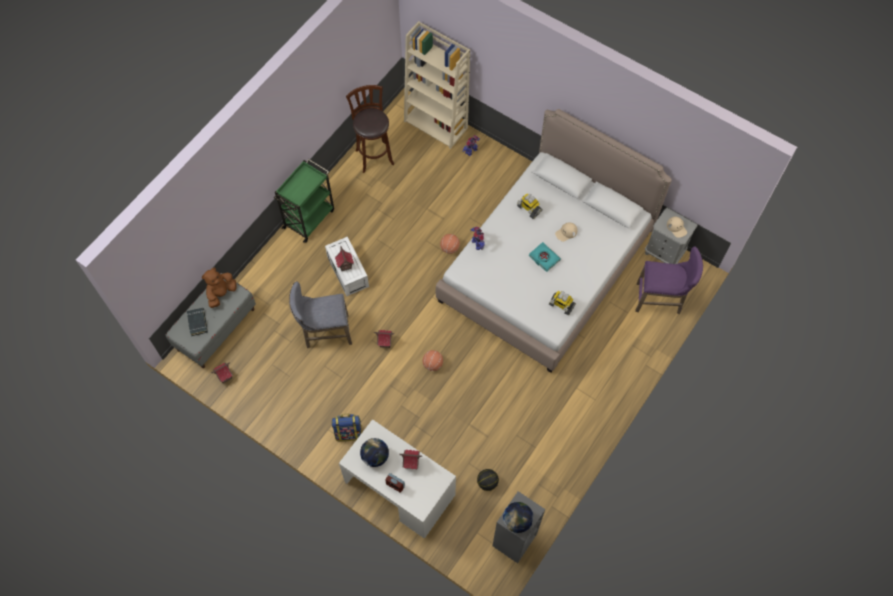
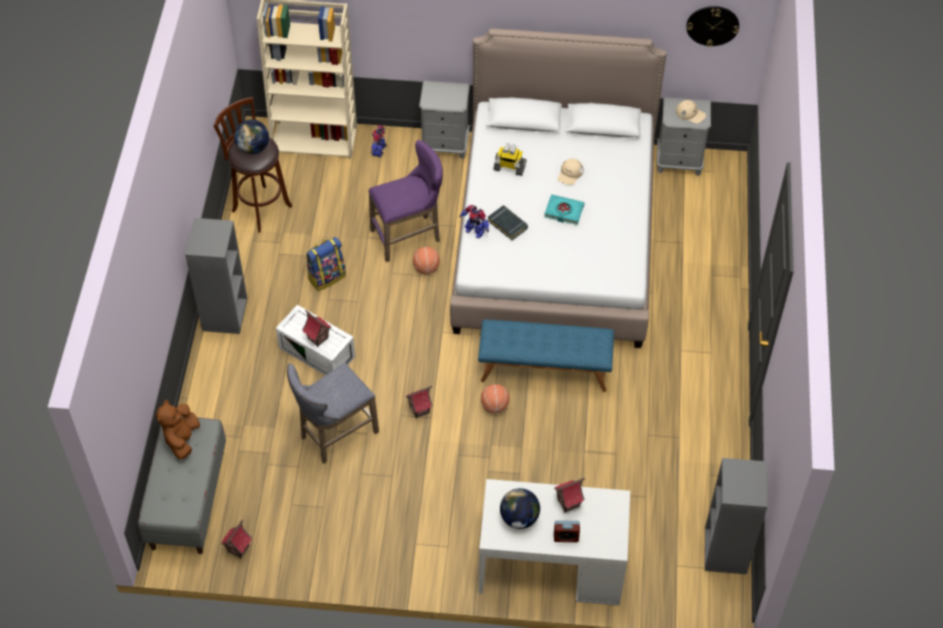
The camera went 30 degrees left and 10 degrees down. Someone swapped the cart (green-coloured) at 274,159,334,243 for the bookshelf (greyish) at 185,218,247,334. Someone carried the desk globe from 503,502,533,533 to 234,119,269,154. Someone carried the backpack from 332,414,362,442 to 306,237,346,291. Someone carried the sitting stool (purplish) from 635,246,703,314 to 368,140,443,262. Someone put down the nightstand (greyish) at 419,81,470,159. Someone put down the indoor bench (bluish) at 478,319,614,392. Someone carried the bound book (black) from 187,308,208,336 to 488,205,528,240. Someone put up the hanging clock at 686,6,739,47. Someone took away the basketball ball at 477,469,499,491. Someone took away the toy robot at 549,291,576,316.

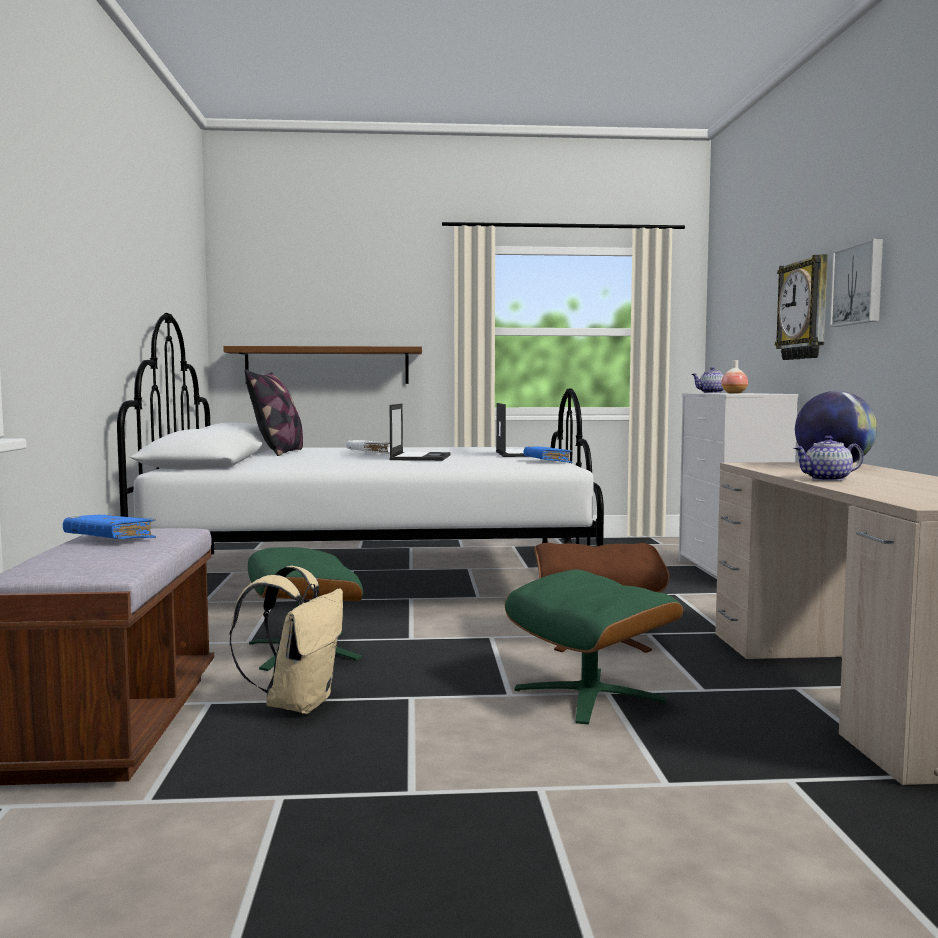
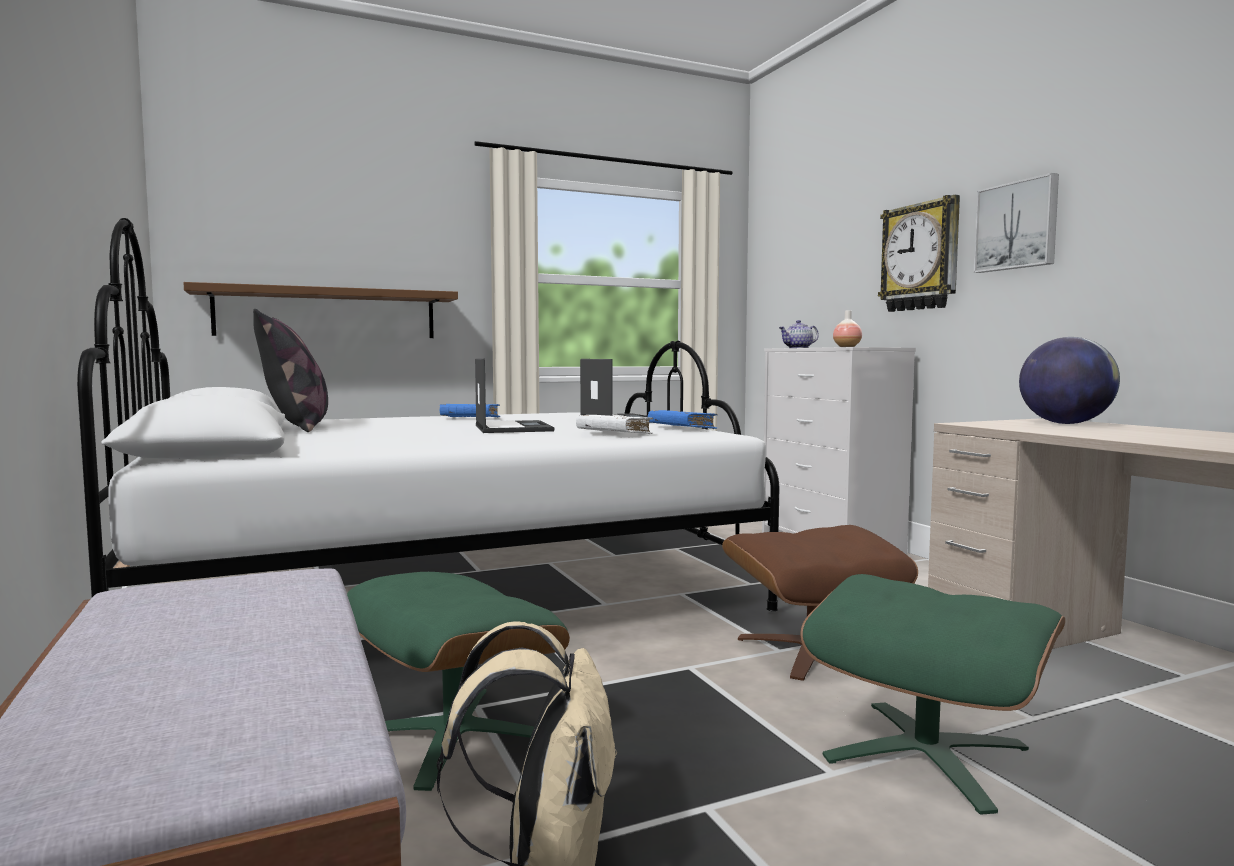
The camera went 20 degrees left and 0 degrees up. Someone carried the bound book (bluish) from 63,515,156,539 to 440,404,500,417. Someone carried the bound book (white) from 346,440,390,454 to 576,415,653,434. Someone took away the teapot at 794,436,864,481.

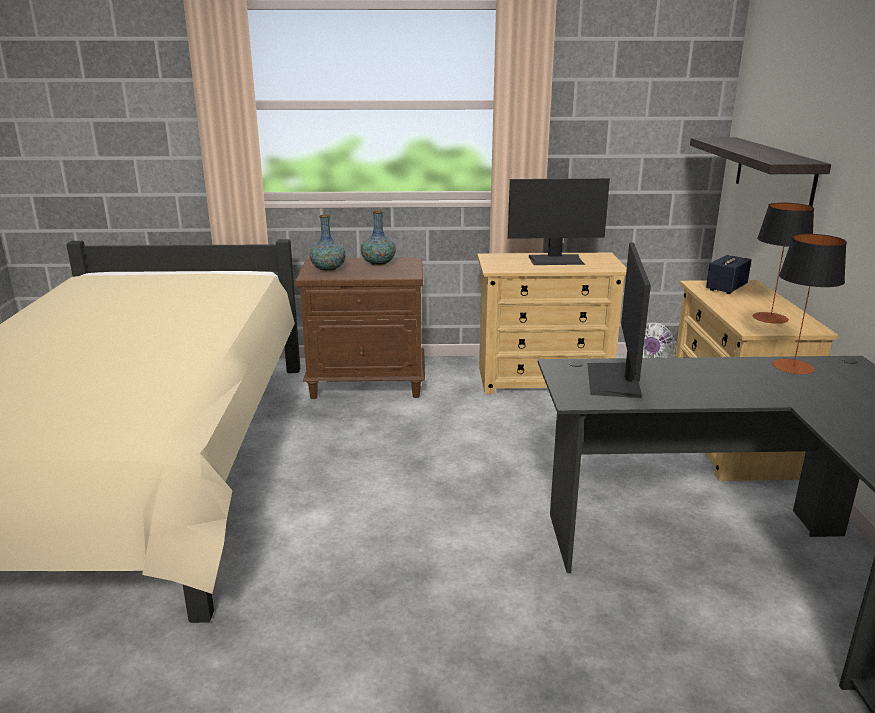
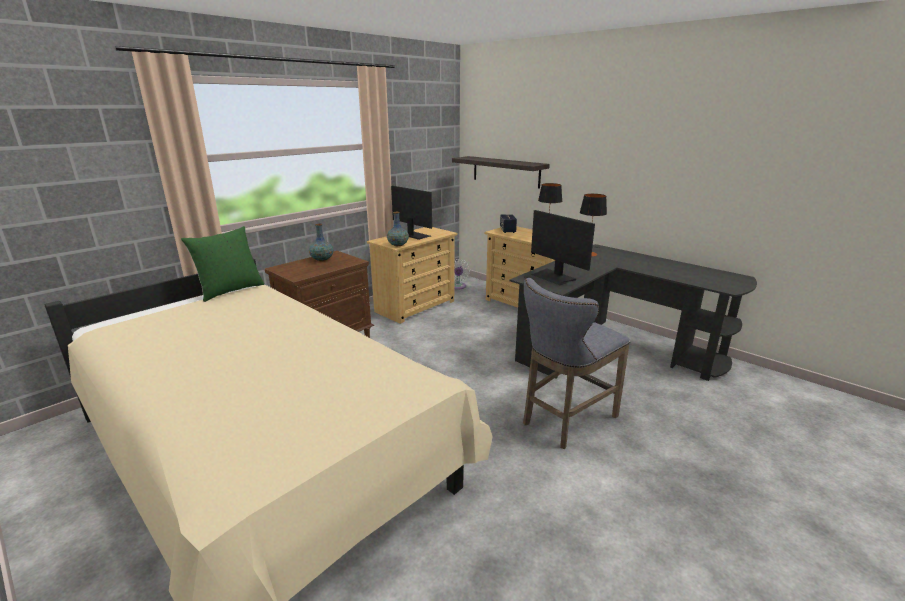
The camera went 45 degrees left and 0 degrees up. Someone put down the pillow (green-coloured) at 181,226,264,302. Someone carried the flower vase from 310,215,346,271 to 387,212,409,246. Someone rotated the computer screen at 508,178,610,265 by 90 degrees counterclockwise. Someone put down the sitting stool (greyish) at 523,278,630,449.

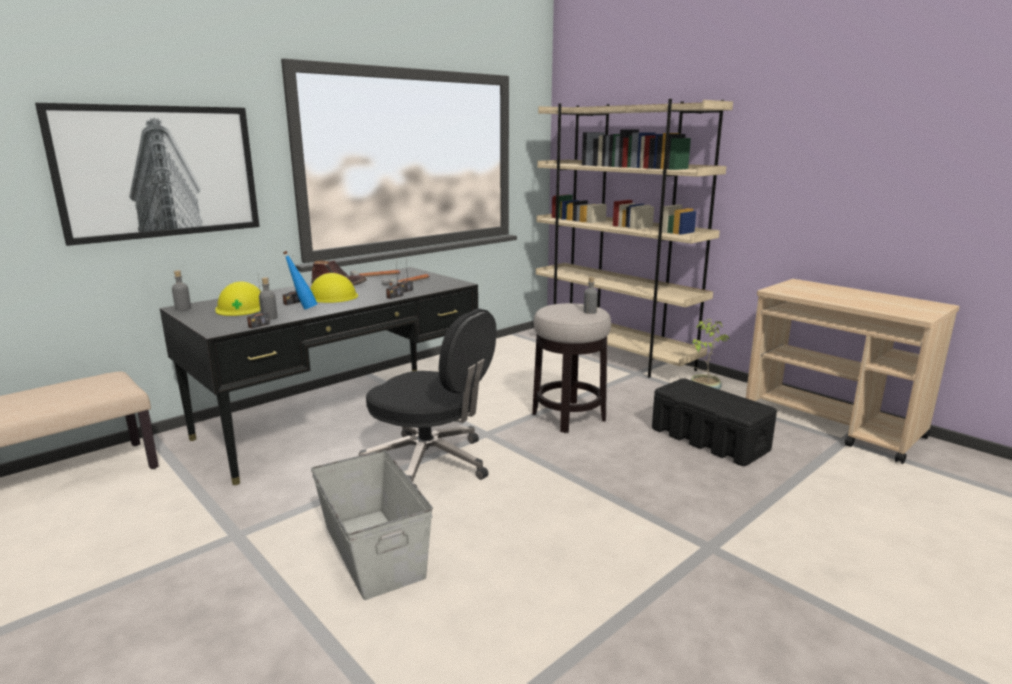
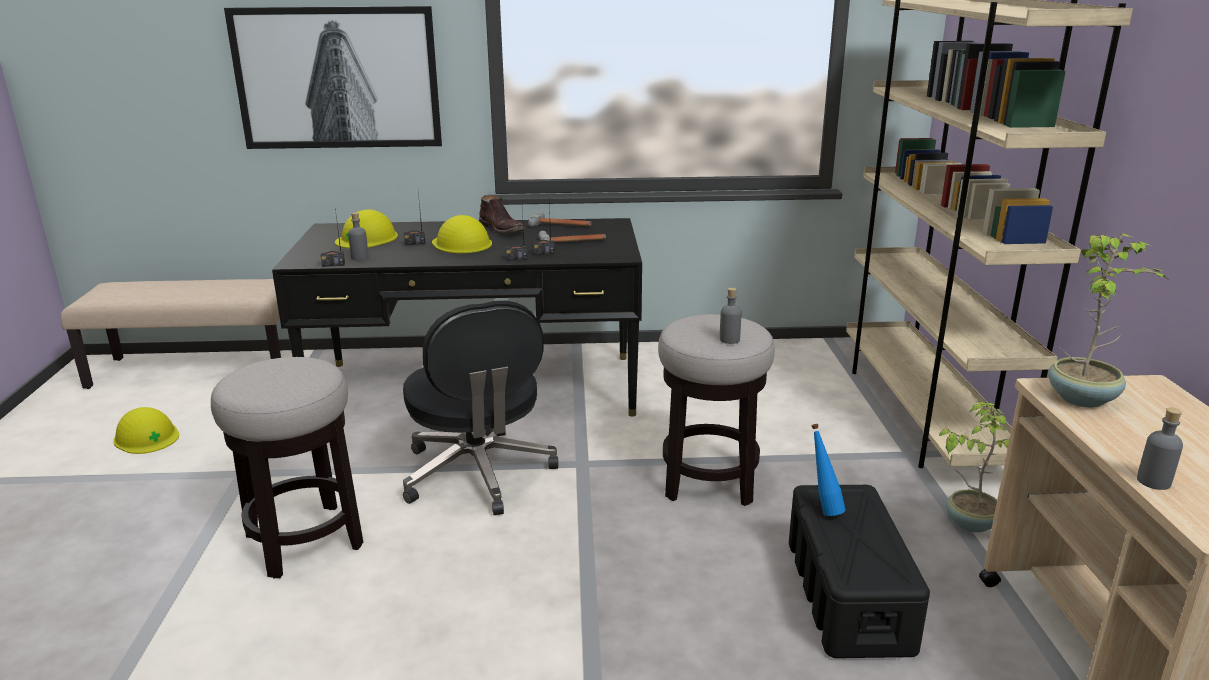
The camera went 40 degrees right and 5 degrees up. Someone put down the work helmet (yellow) at 113,407,179,454. Someone swapped the storage bin (greyish) at 311,450,433,600 for the sitting stool at 211,357,363,578. Someone carried the bottle (bluish) from 283,251,317,310 to 811,424,846,516. Someone put down the houseplant at 1048,233,1166,407. Someone carried the bottle (greyish) from 172,270,191,311 to 1137,407,1183,490.

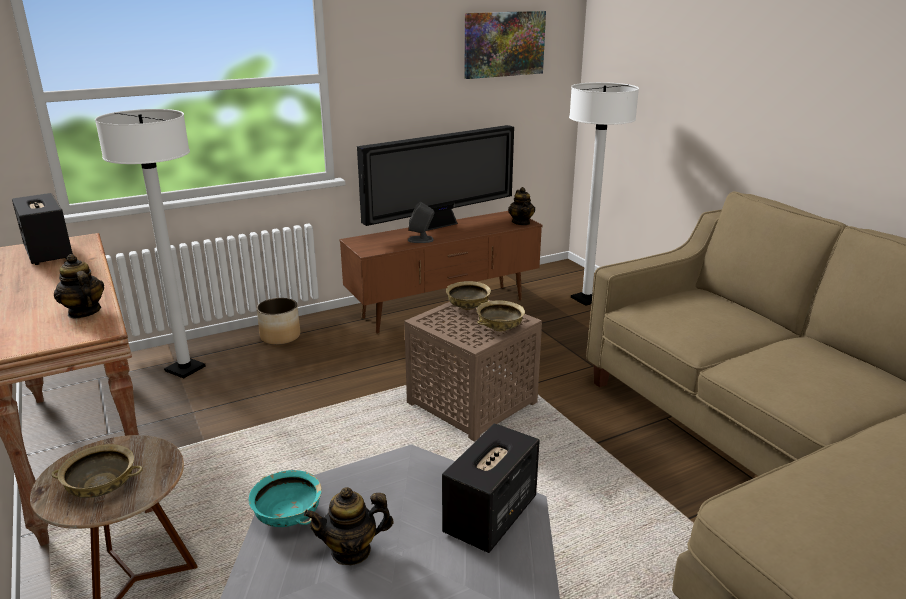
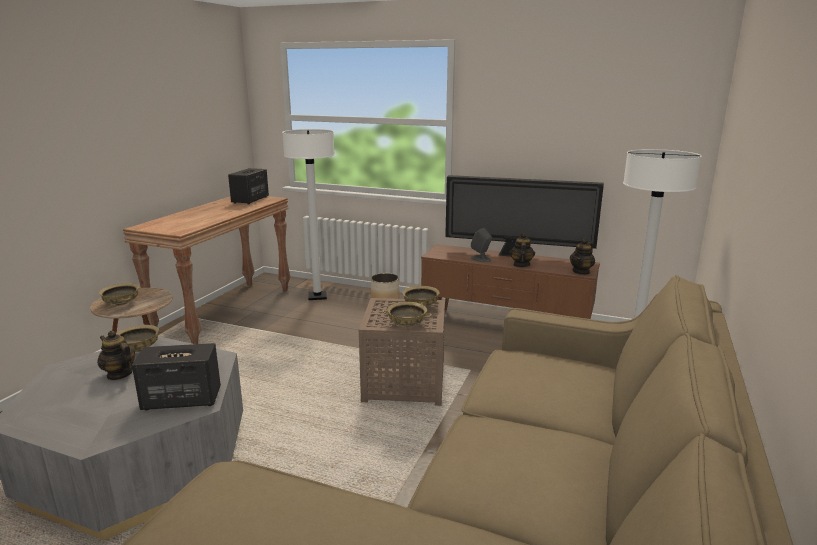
The camera went 50 degrees right and 5 degrees down. Someone repainted the deep dish (turquoise-coloured) at 249,470,322,527, which became the deep dish (beige) at 116,325,159,352. Someone carried the teapot from 54,254,104,318 to 510,233,535,267. Someone took away the wall picture at 464,11,546,79.

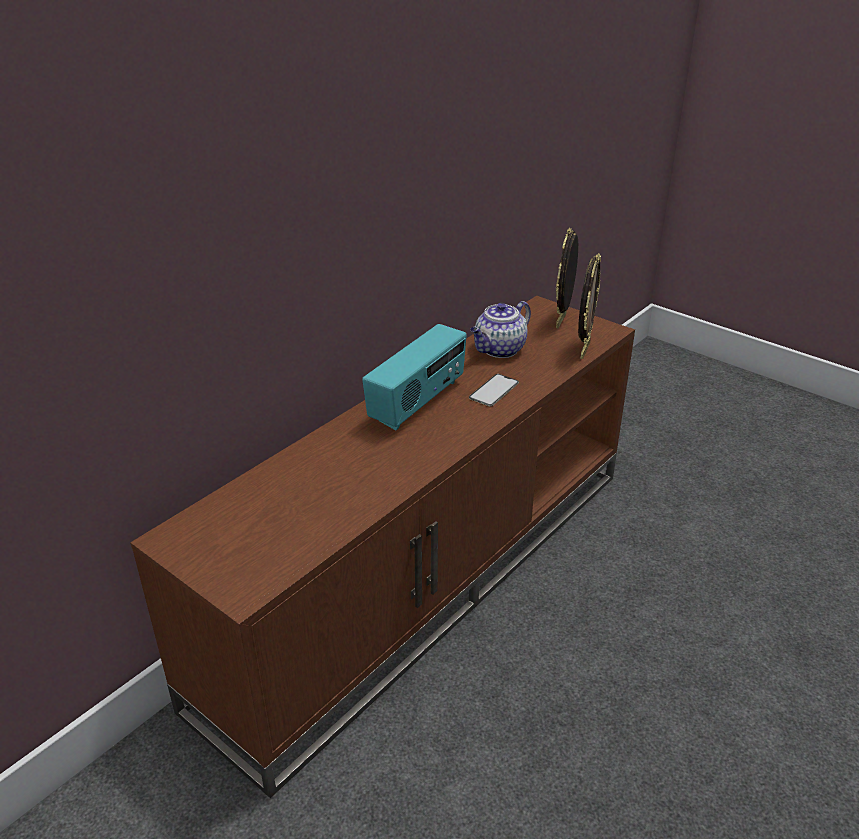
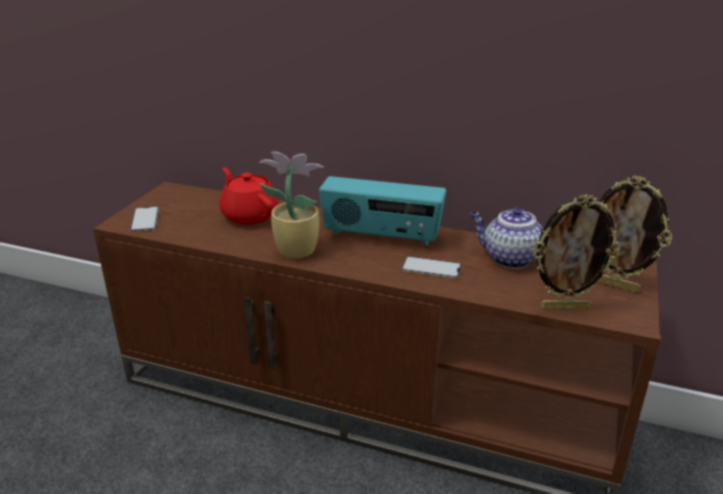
The camera went 70 degrees right and 5 degrees down. Someone put down the phone at 130,206,159,232. Someone put down the teapot (red-coloured) at 219,167,279,225. Someone put down the houseplant at 260,152,323,258. Someone rotated the standing frame at 556,228,578,328 by 150 degrees counterclockwise.

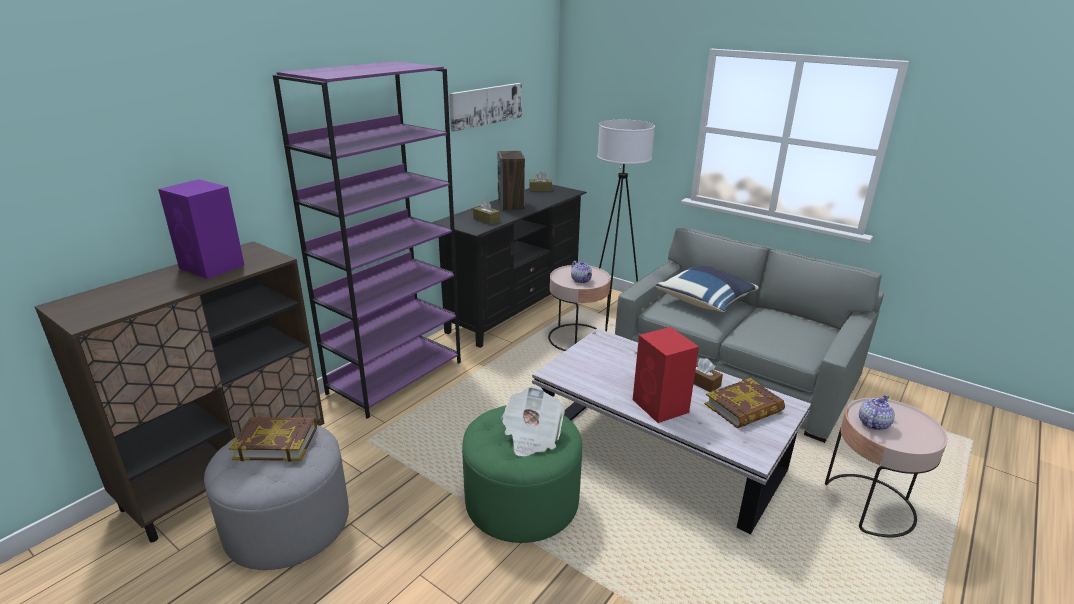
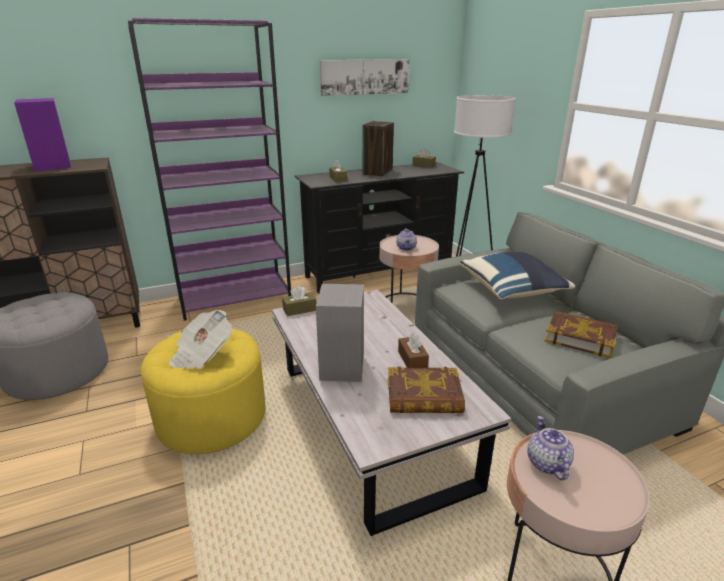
The camera went 30 degrees right and 0 degrees up. Someone repainted the ottoman (green-coloured) at 462,405,582,543, which became the ottoman (yellow) at 141,328,265,454. Someone put down the tissue holder (brownish) at 282,286,316,316. Someone repainted the audio speaker (red-coloured) at 633,327,699,423, which became the audio speaker (greyish) at 316,284,364,382. Someone rotated the teapot at 859,395,895,430 by 75 degrees counterclockwise. Someone carried the bound book from 229,416,317,462 to 545,311,618,358.

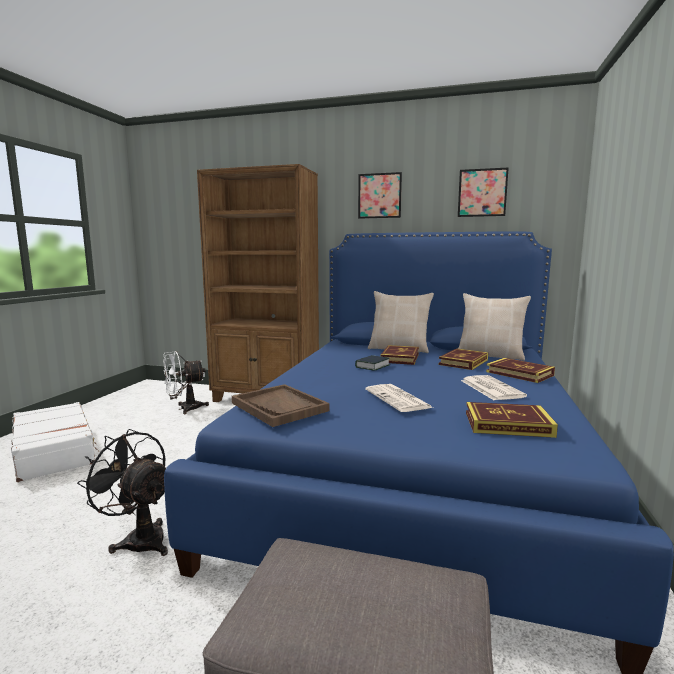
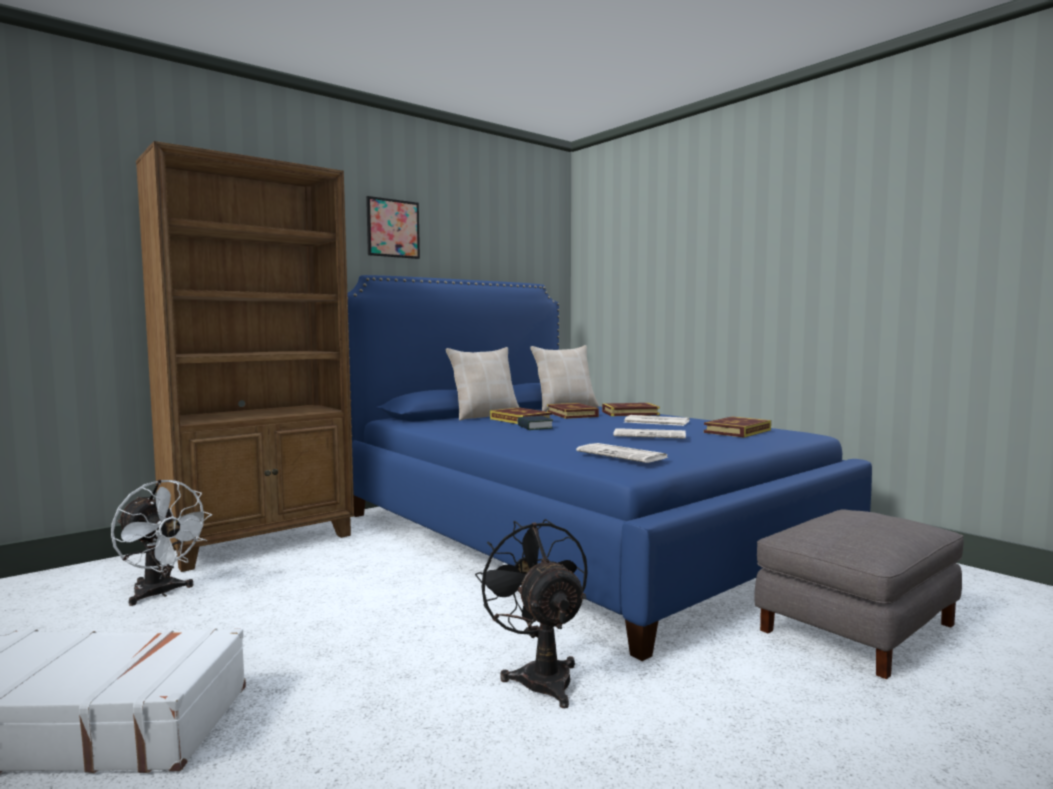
The camera went 55 degrees left and 5 degrees down. Someone rotated the fan (white) at 163,351,209,414 by 60 degrees counterclockwise. Someone rotated the fan (black) at 77,429,168,556 by 90 degrees clockwise. Someone swapped the carrying tray (brownish) at 232,384,329,427 for the daily paper at 576,443,668,463. Someone took away the wall picture at 458,167,509,217.

